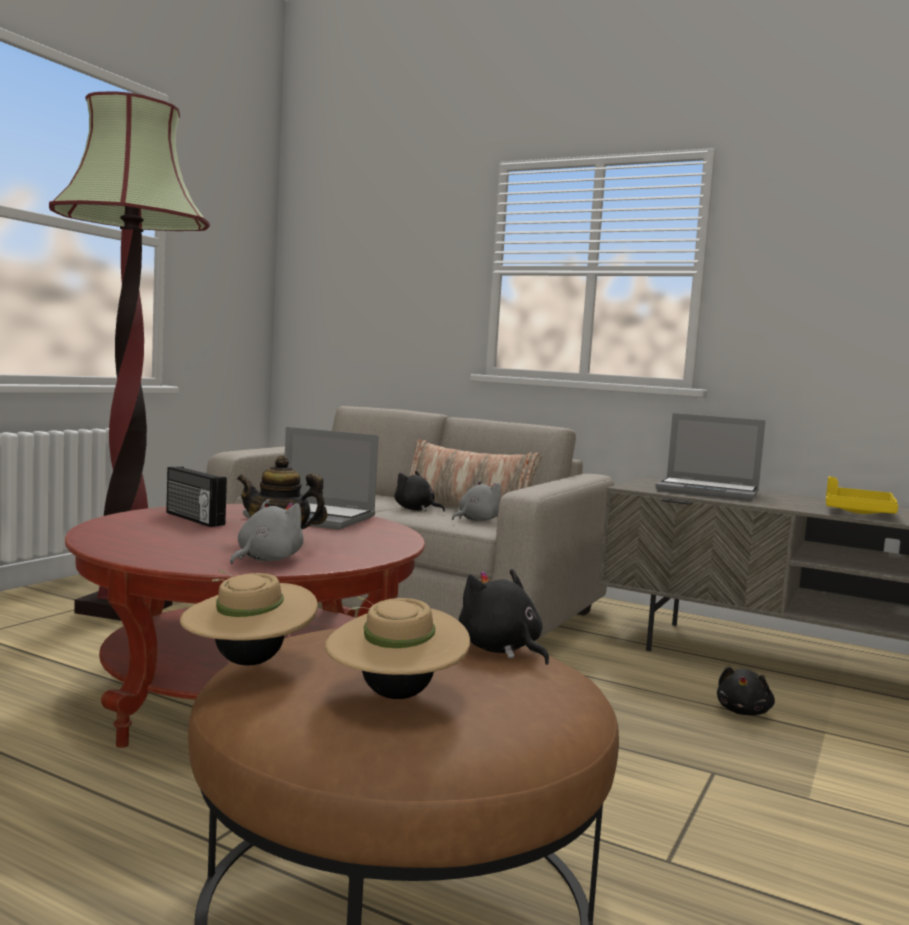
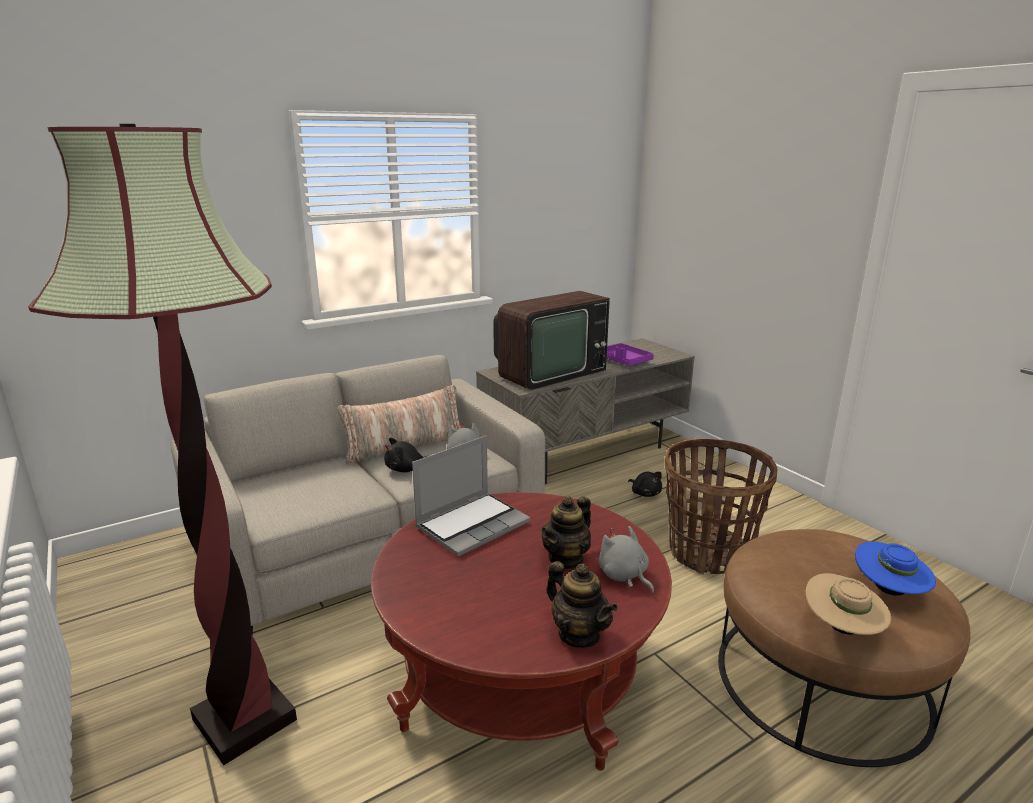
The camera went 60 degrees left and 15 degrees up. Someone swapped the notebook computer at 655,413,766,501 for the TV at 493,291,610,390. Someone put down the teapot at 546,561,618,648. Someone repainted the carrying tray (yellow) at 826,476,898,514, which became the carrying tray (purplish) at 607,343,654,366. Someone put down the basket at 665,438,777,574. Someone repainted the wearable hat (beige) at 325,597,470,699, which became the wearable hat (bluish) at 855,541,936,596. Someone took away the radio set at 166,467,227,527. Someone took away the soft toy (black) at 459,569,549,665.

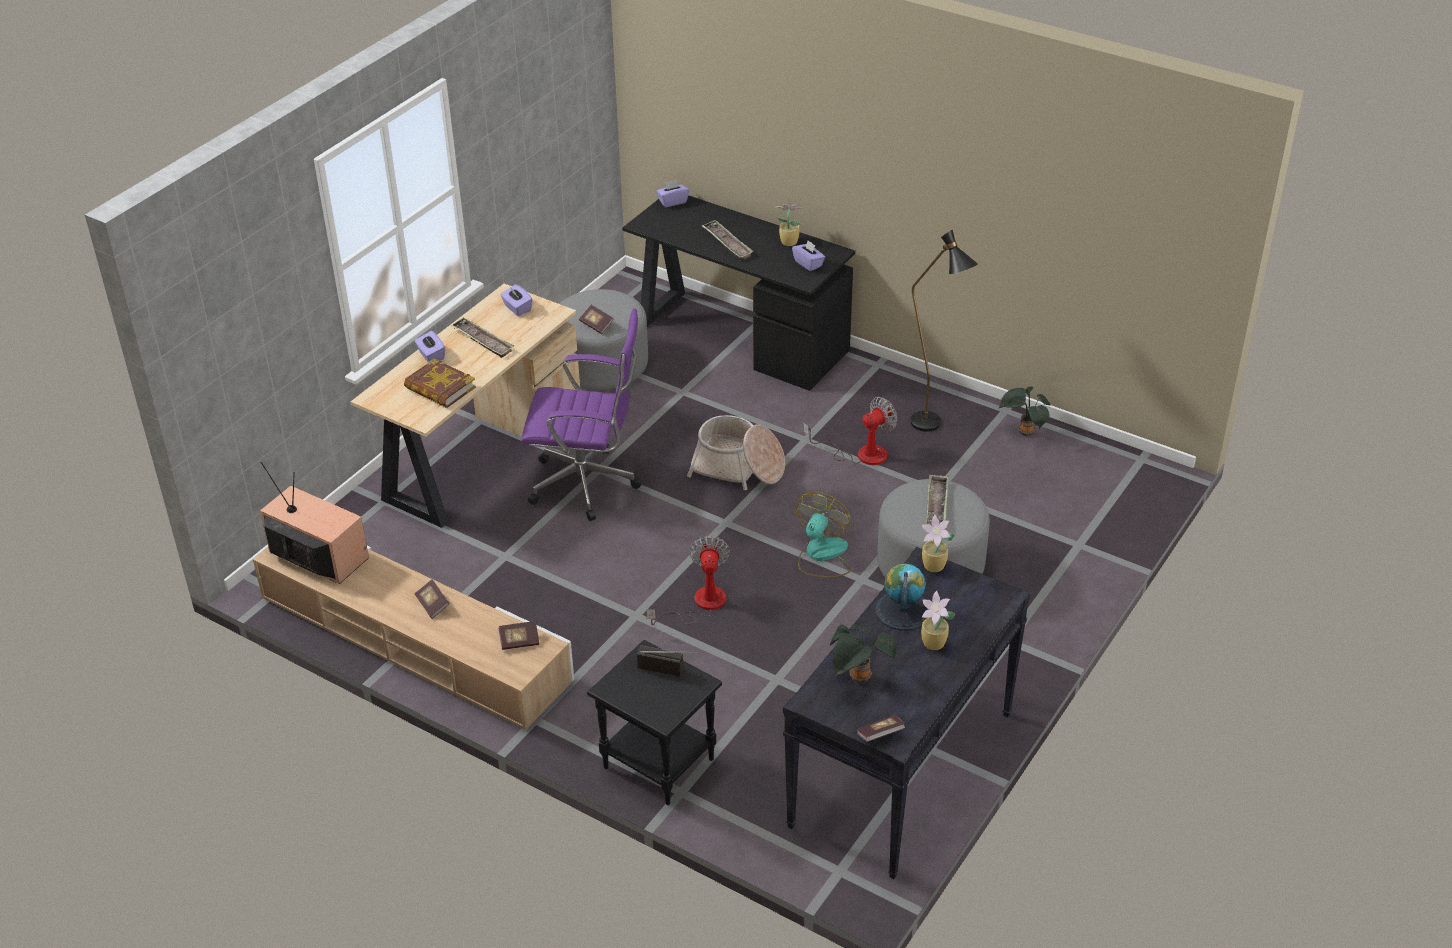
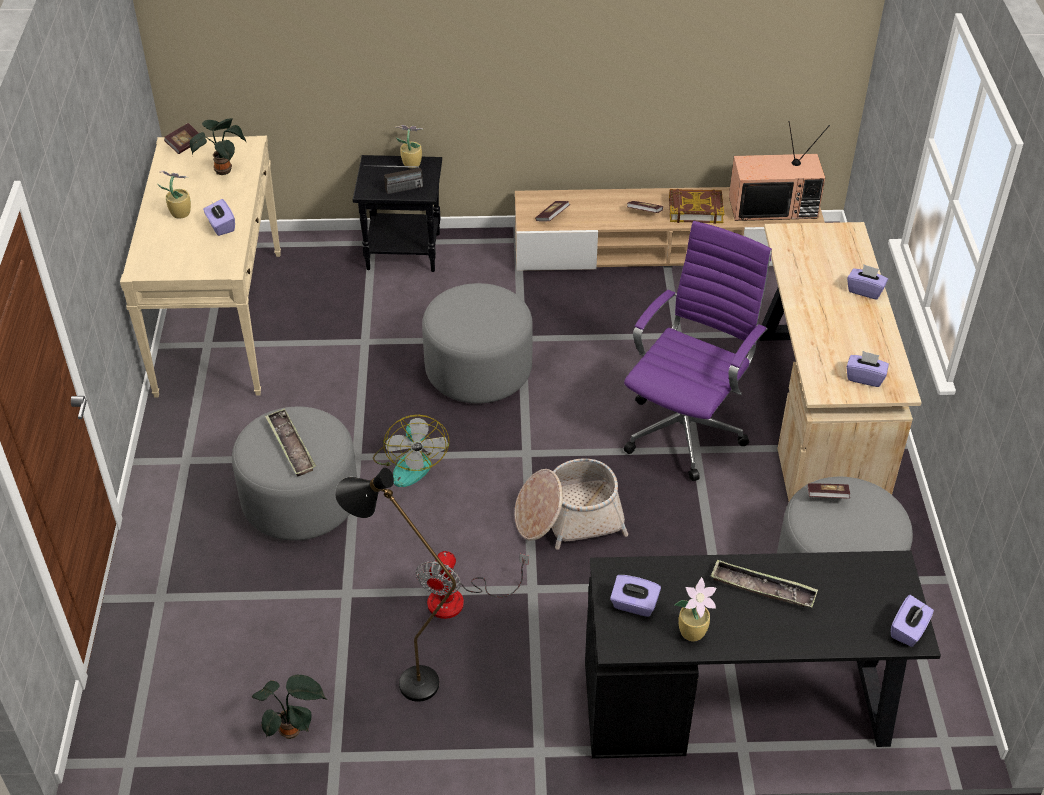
The camera went 145 degrees right and 5 degrees up. Someone repainted the console table (black) at 783,547,1031,879, which became the console table (beige) at 120,136,281,398. Someone swapped the desk globe at 875,564,929,631 for the tissue holder (purplish) at 203,199,235,236. Someone carried the houseplant from 922,515,955,572 to 396,125,422,169. Someone swapped the fan at 646,536,730,626 for the ottoman (greyish) at 422,283,533,404. Someone rotated the computer chair (purplish) at 521,308,641,521 by 150 degrees clockwise. Someone carried the bound book from 404,359,476,408 to 669,189,724,224. Someone took away the carrying tray at 451,317,514,358.

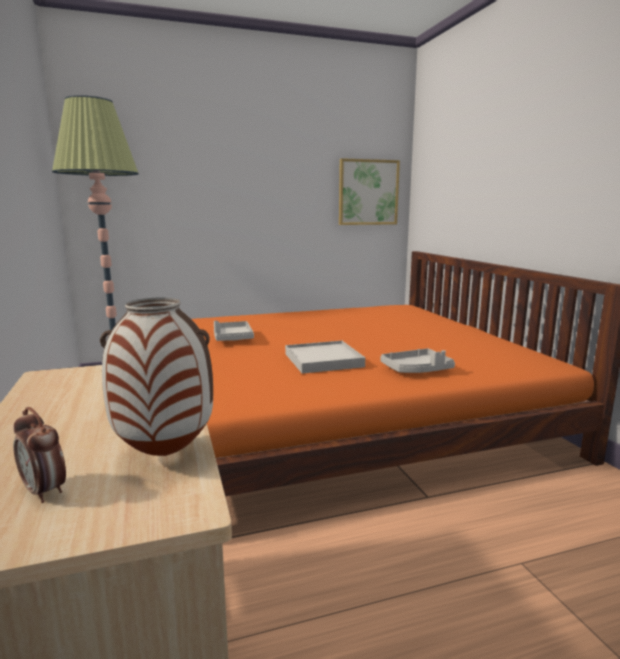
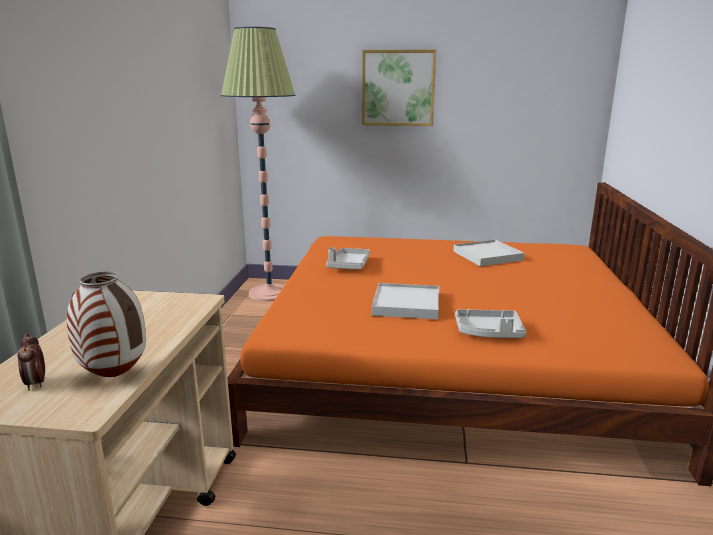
The camera went 25 degrees right and 5 degrees up. Someone carried the wall picture from 339,158,400,225 to 362,50,436,126. Someone put down the carrying tray (white) at 454,240,525,266.

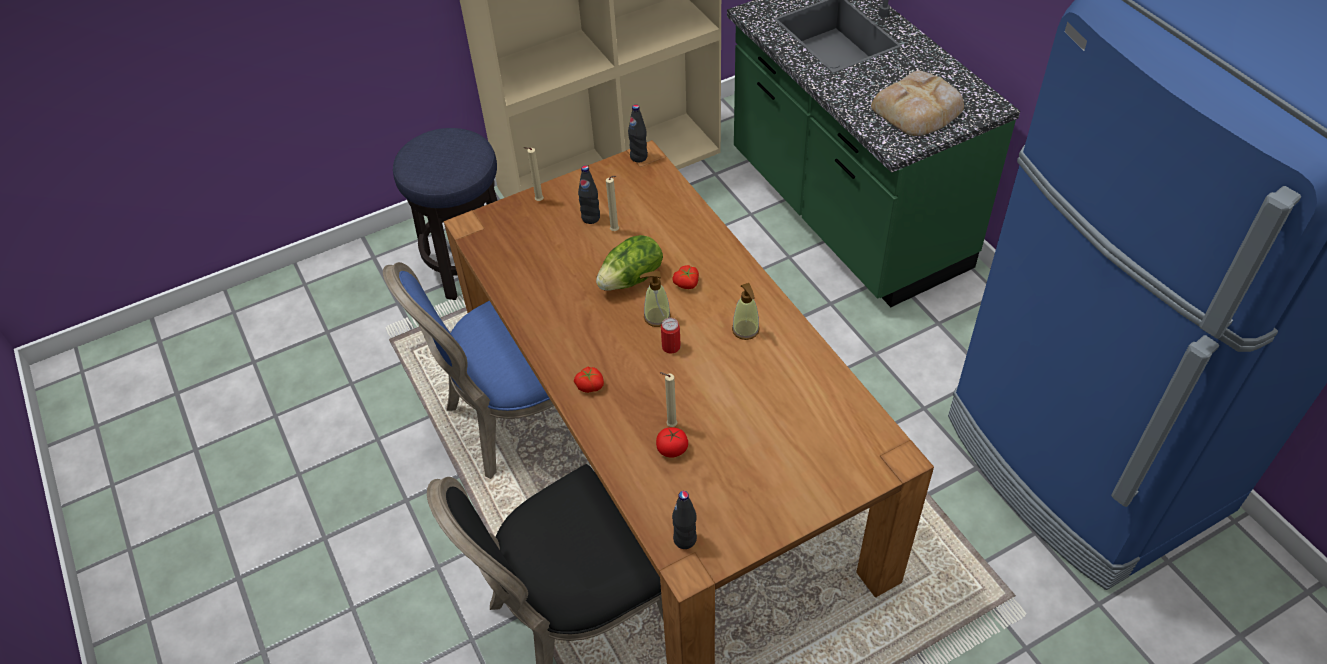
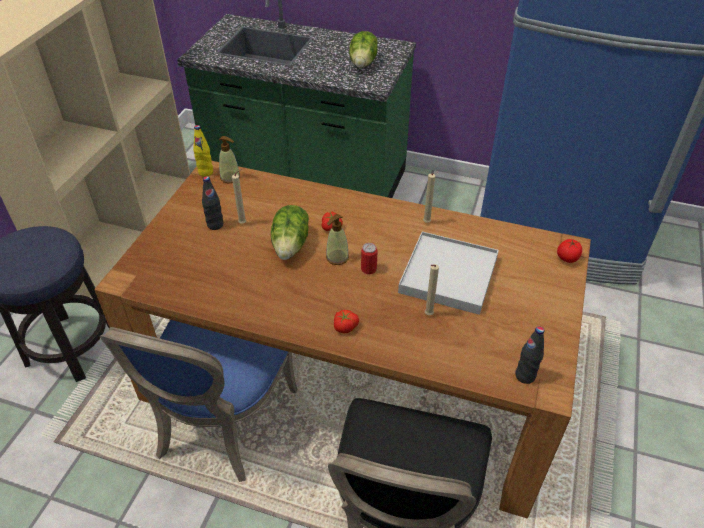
The camera went 45 degrees left and 5 degrees down. Someone repainted the bottle (black) at 628,105,648,163, which became the bottle (yellow) at 193,125,213,177. Someone carried the soap dispenser from 732,283,760,340 to 219,136,240,183. Someone swapped the baked bread at 871,71,964,136 for the lettuce head at 349,31,378,68. Someone put down the carrying tray (white) at 398,232,499,315. Someone carried the candle (beige) from 524,147,544,201 to 423,173,435,223. Someone carried the tomato from 656,427,688,458 to 557,239,582,263.

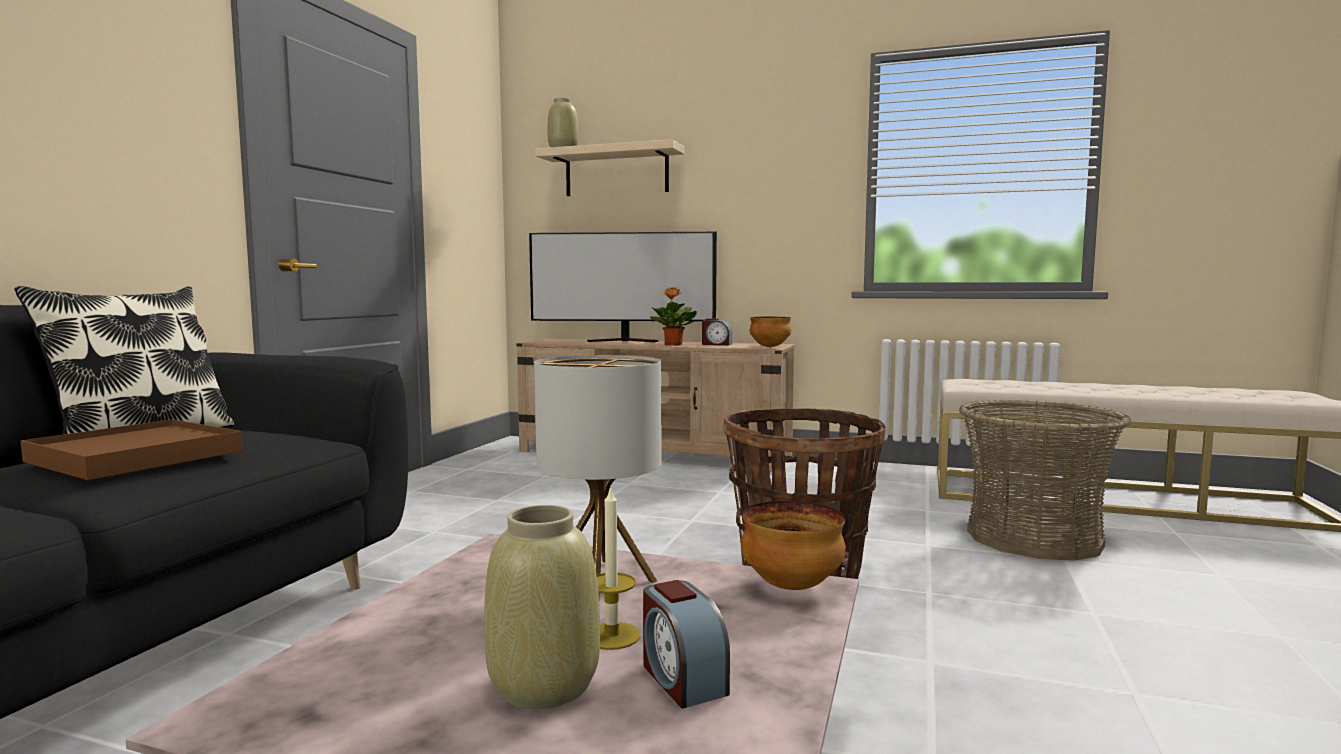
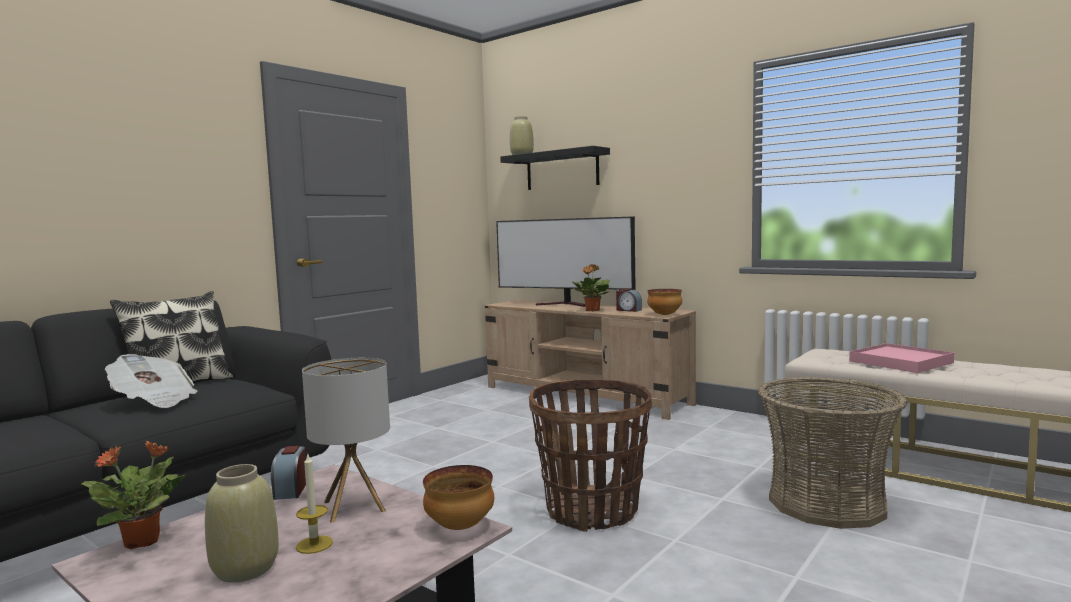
The camera went 20 degrees right and 0 degrees up. Someone put down the houseplant at 81,441,187,549. Someone swapped the carrying tray (brownish) at 20,419,243,480 for the daily paper at 105,354,198,408. Someone carried the bedside clock from 643,580,730,709 to 271,446,306,500. Someone repainted the bracket shelf (beige) at 535,139,684,196, which became the bracket shelf (black) at 500,146,610,190. Someone put down the carrying tray (pinkish) at 849,343,954,373.

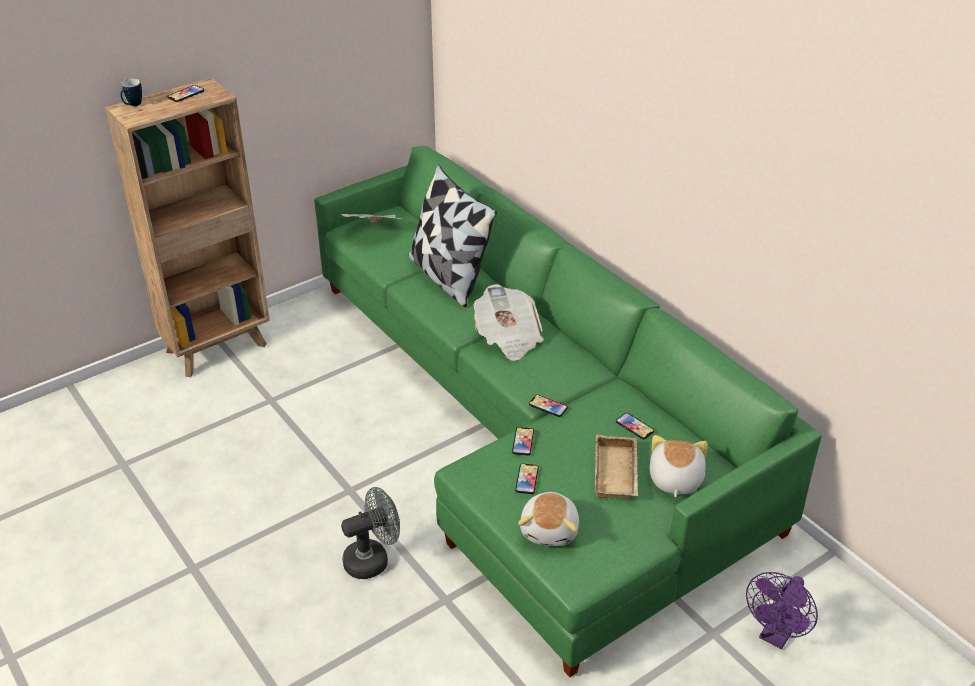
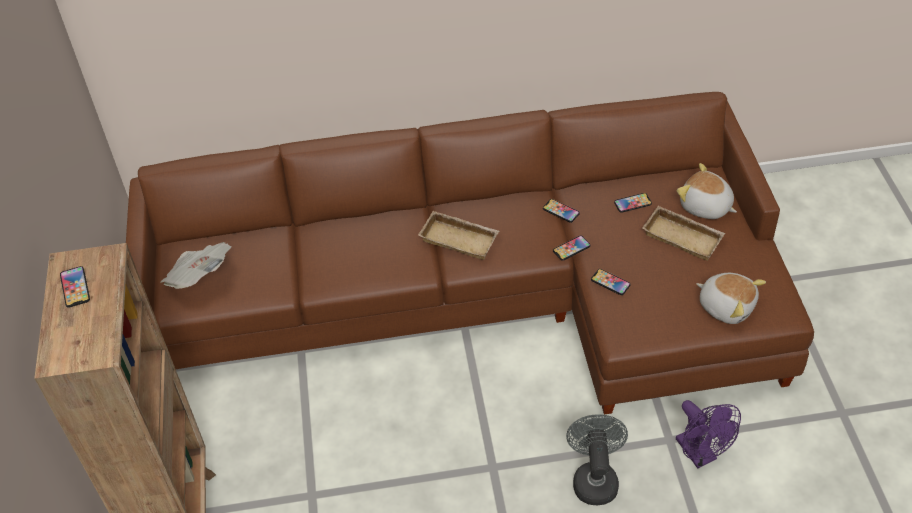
The camera went 60 degrees left and 10 degrees up. Someone repainted the couch (green-coloured) at 314,146,822,677, which became the couch (brownish) at 126,92,814,415. Someone swapped the daily paper at 473,284,544,361 for the carrying tray (beige) at 418,211,499,260. Someone carried the phone from 515,463,539,494 to 543,199,580,223. Someone carried the fan (purplish) from 746,572,818,649 to 676,400,741,468. Someone took away the coffee mug at 120,78,142,106. Someone took away the pillow at 409,165,497,307.

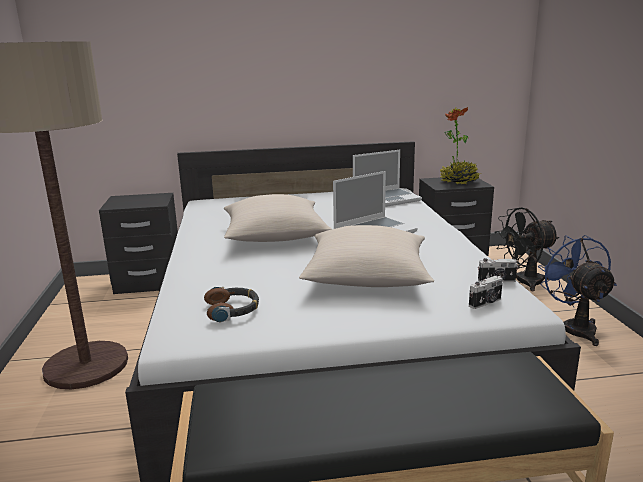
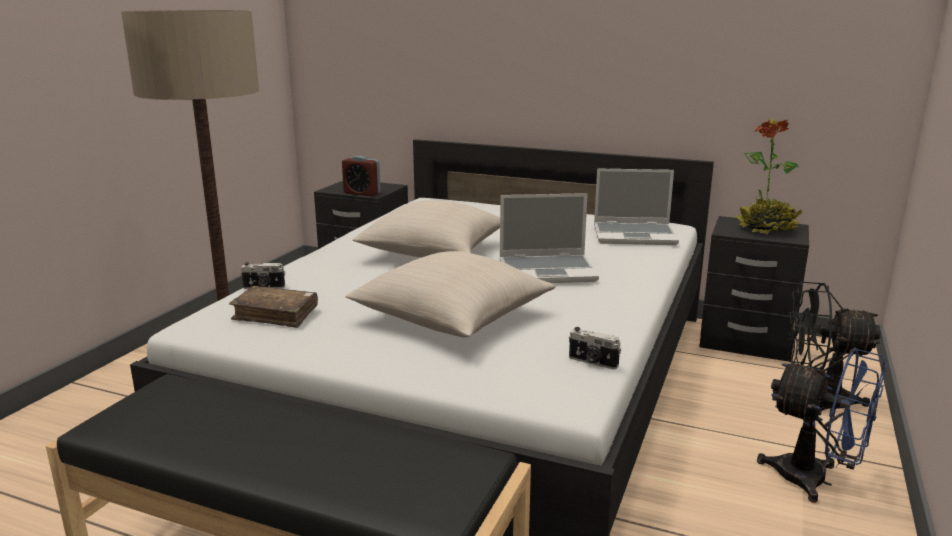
The camera went 30 degrees right and 0 degrees up. Someone swapped the headset at 204,287,259,323 for the bound book (brownish) at 229,286,318,328. Someone carried the photo camera from 469,276,503,309 to 240,262,285,289. Someone put down the bedside clock at 342,156,381,196. Someone rotated the fan (bluish) at 538,235,617,346 by 105 degrees clockwise.

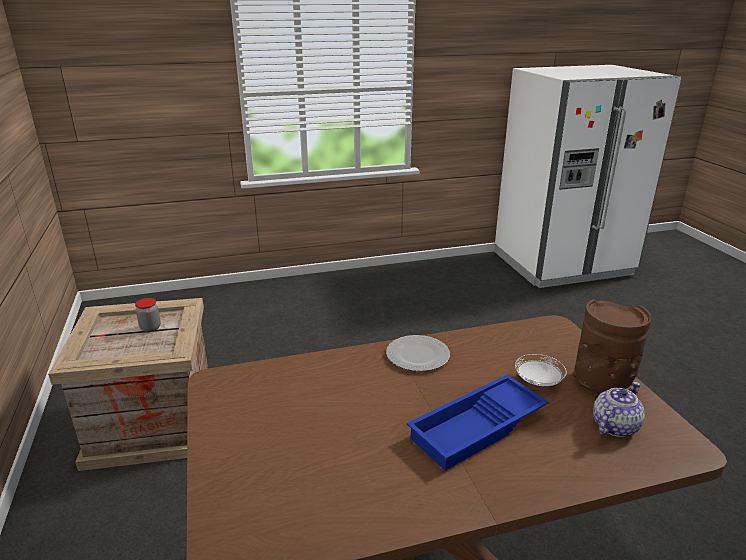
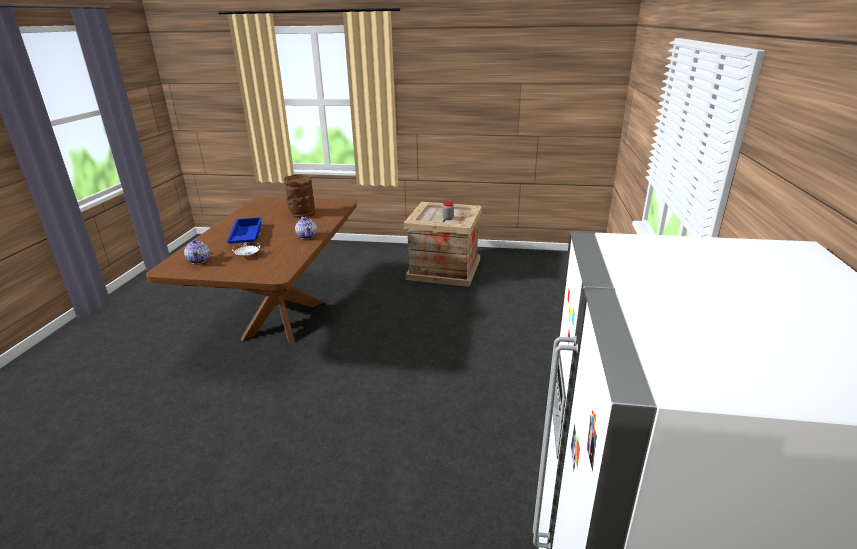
The camera went 115 degrees right and 0 degrees up. Someone carried the flower vase (brownish) from 573,299,651,394 to 284,174,315,219. Someone swapped the flat dish at 386,335,450,371 for the teapot at 295,217,317,239.

